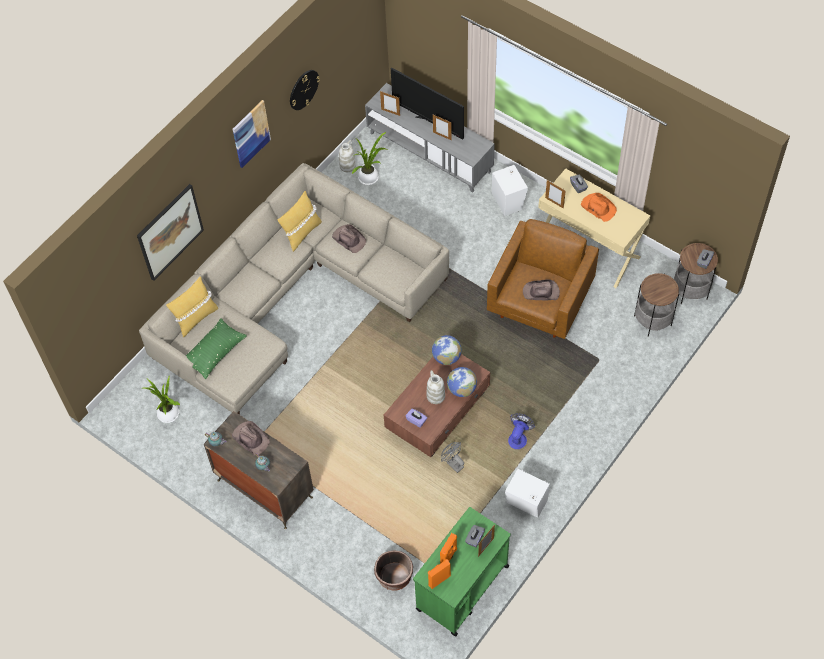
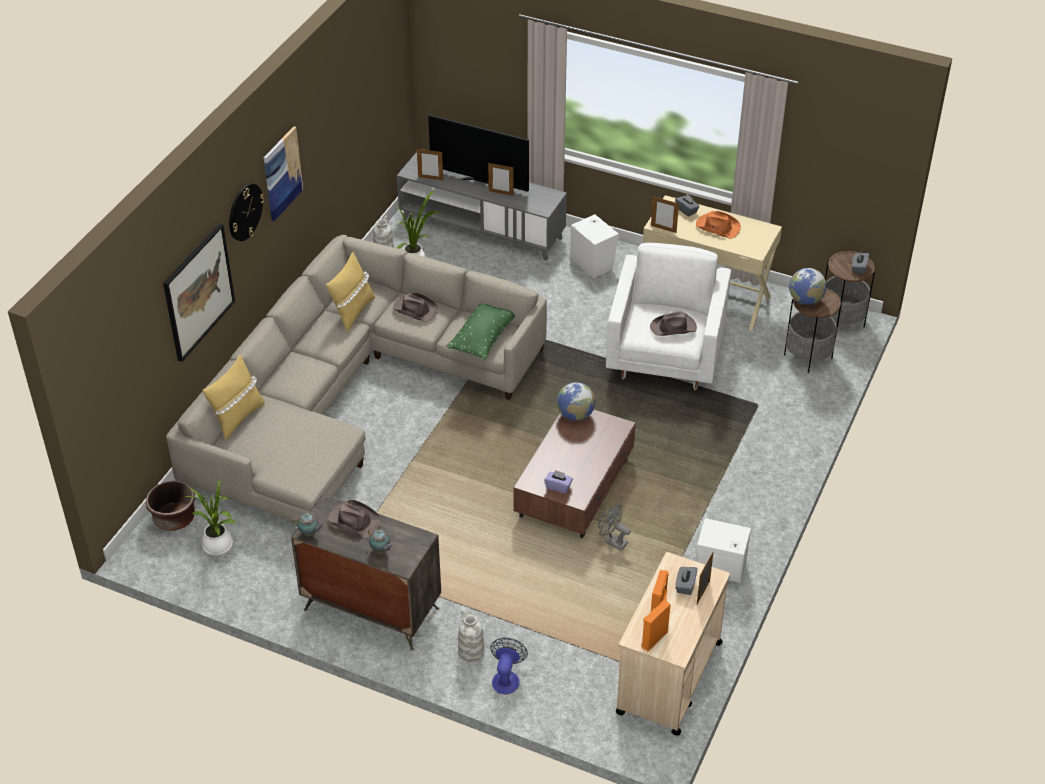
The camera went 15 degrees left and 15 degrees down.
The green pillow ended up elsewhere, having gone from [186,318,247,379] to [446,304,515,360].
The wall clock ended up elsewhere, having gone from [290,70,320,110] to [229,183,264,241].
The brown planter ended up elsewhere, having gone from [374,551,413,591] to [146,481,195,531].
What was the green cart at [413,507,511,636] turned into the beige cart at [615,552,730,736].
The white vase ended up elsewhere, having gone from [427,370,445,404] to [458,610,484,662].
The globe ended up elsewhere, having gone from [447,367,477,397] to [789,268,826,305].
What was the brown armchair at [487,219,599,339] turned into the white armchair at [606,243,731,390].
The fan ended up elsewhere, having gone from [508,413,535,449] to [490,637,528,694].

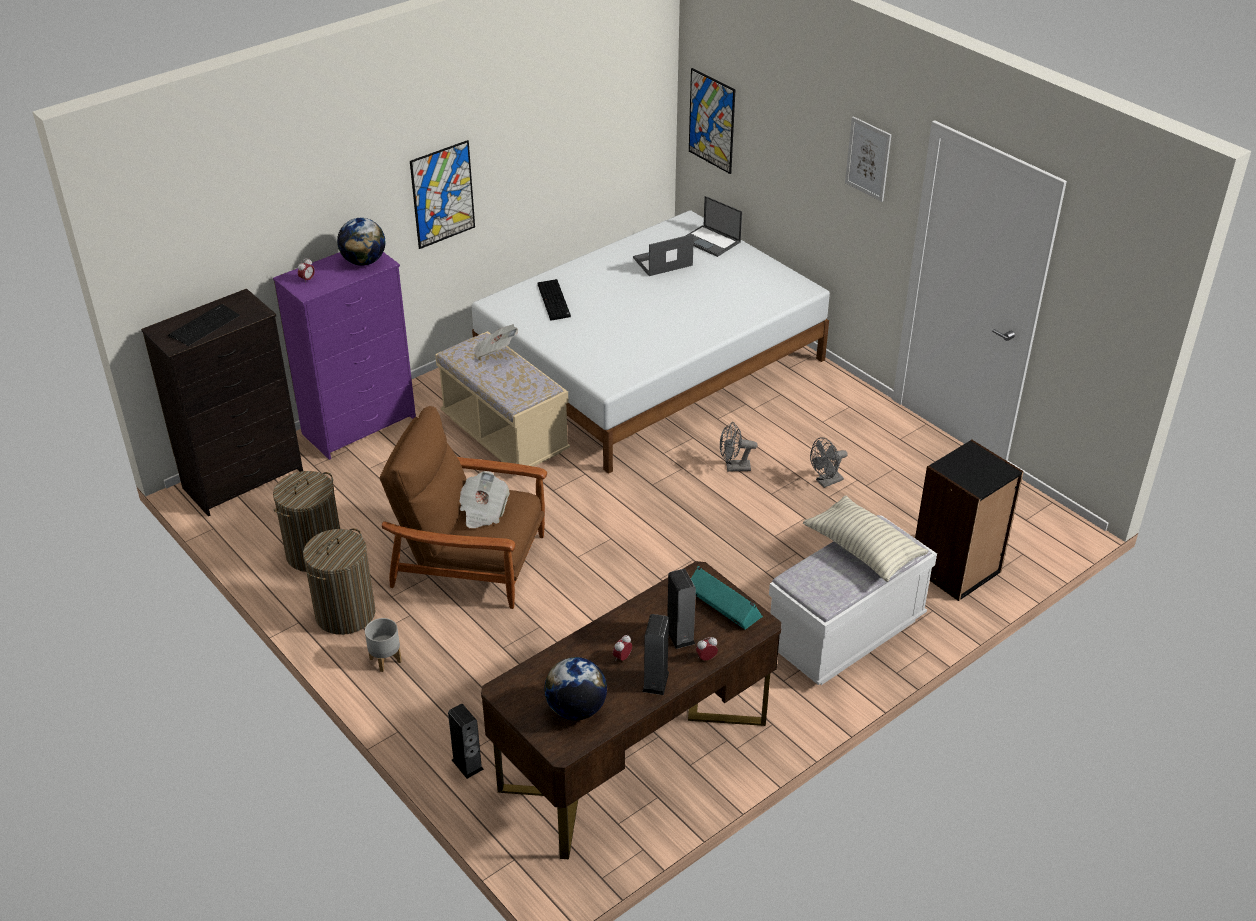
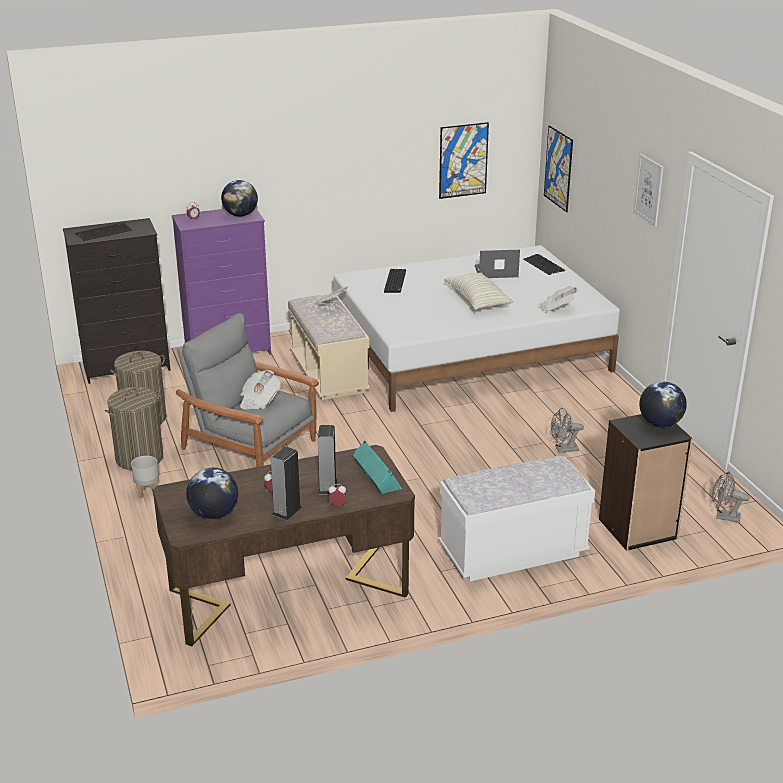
The camera went 20 degrees right and 10 degrees down.
What was the brown armchair at [380,406,547,609] turned into the grey armchair at [176,313,319,467].
The picture ended up elsewhere, having gone from [410,140,475,249] to [439,122,489,199].
The second view lost the speaker at [448,704,484,779].
Where the laptop stood at [686,196,742,257], the keyboard came to stand at [523,254,565,275].
The grey fan ended up elsewhere, having gone from [720,422,758,472] to [712,472,750,523].
The pillow ended up elsewhere, having gone from [803,496,929,582] to [444,273,513,310].
The second view gained the newspaper at [537,286,579,312].
The second view gained the globe at [639,381,687,427].

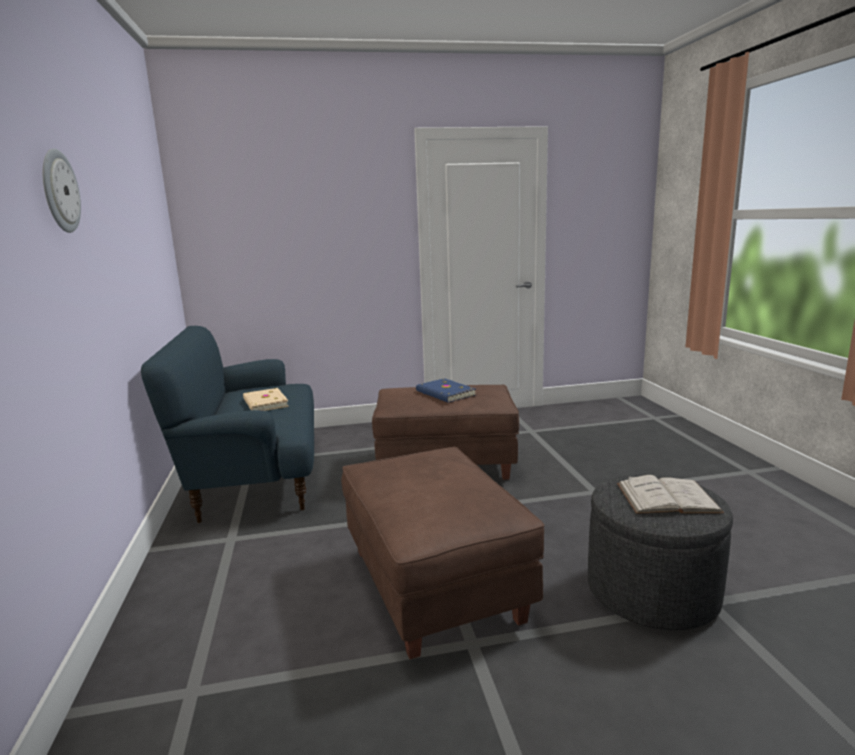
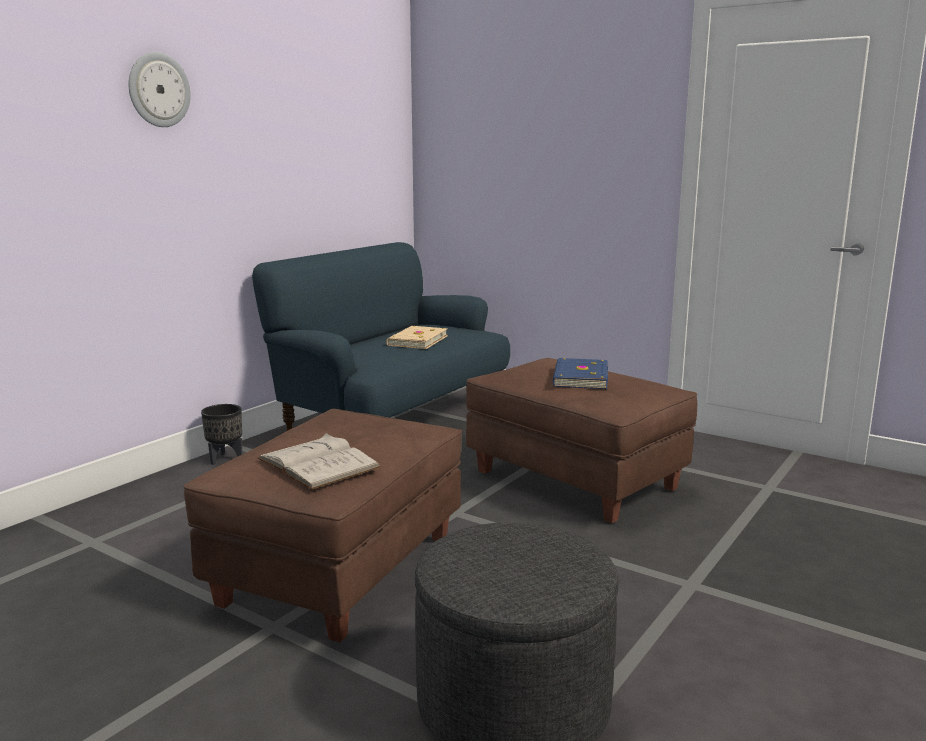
The camera went 45 degrees right and 0 degrees up.
The white book ended up elsewhere, having gone from [617,475,724,514] to [257,433,381,489].
The second view gained the black planter at [201,404,242,465].

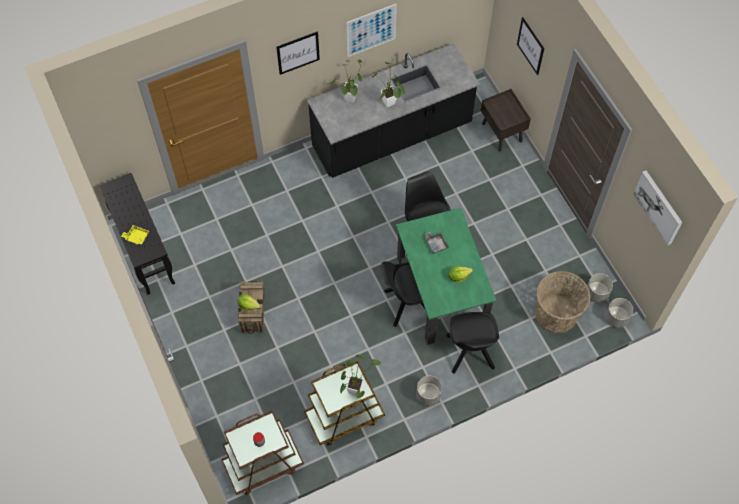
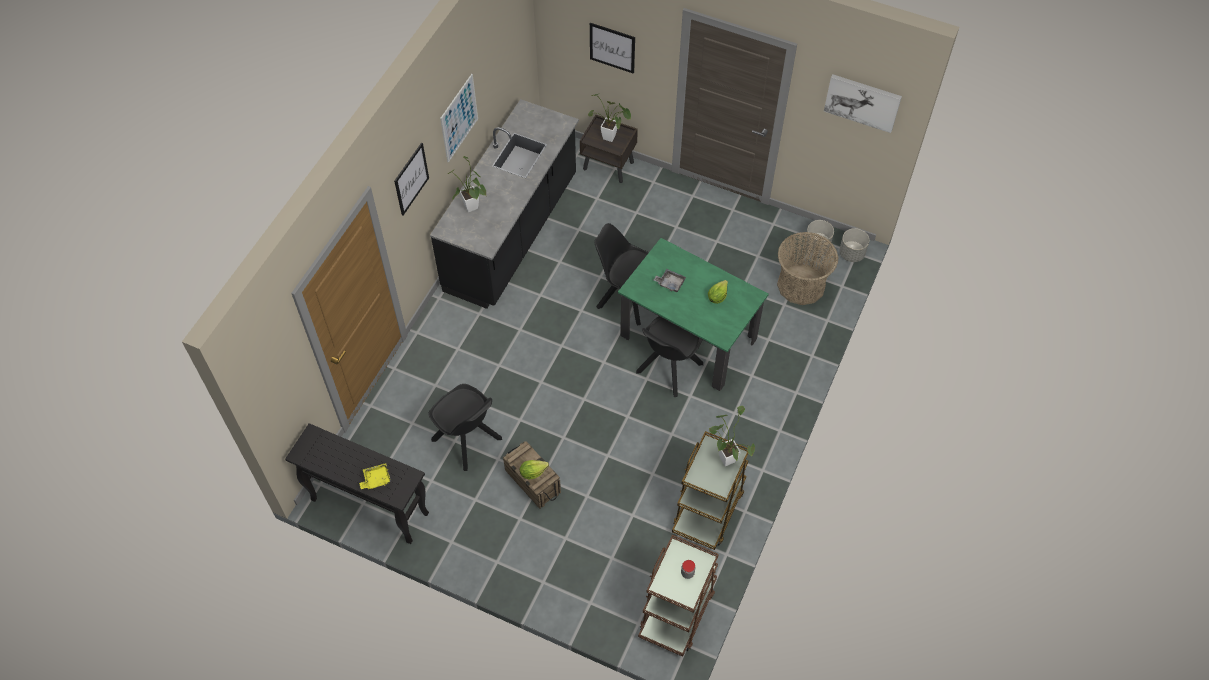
The camera went 40 degrees left and 5 degrees down.
The potted plant ended up elsewhere, having gone from [372,62,405,108] to [588,94,631,142].
The second view lost the grey planter at [416,376,442,406].
The black chair ended up elsewhere, having gone from [446,312,499,374] to [428,384,502,471].

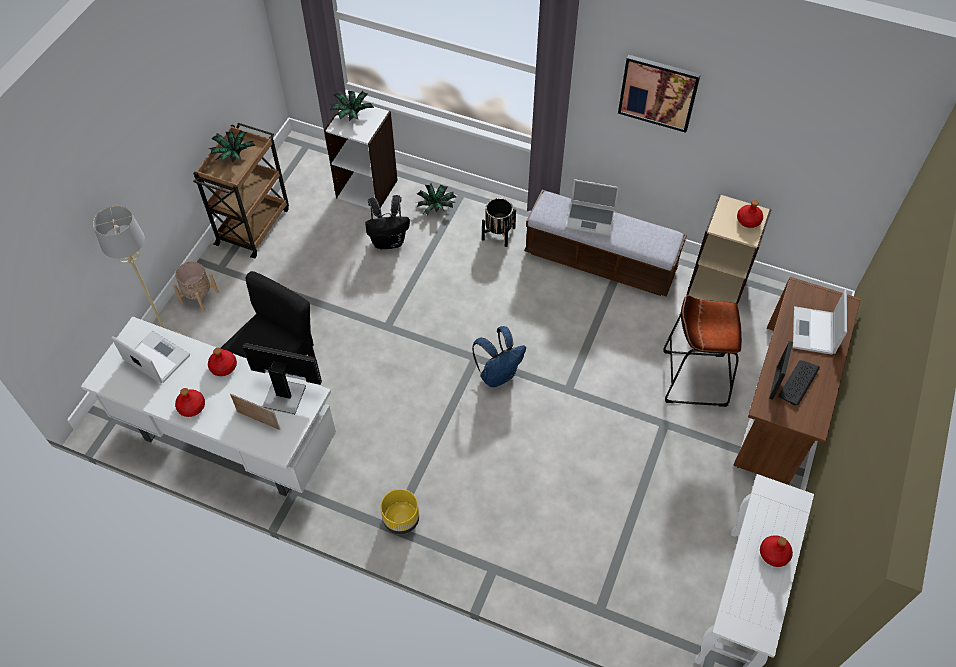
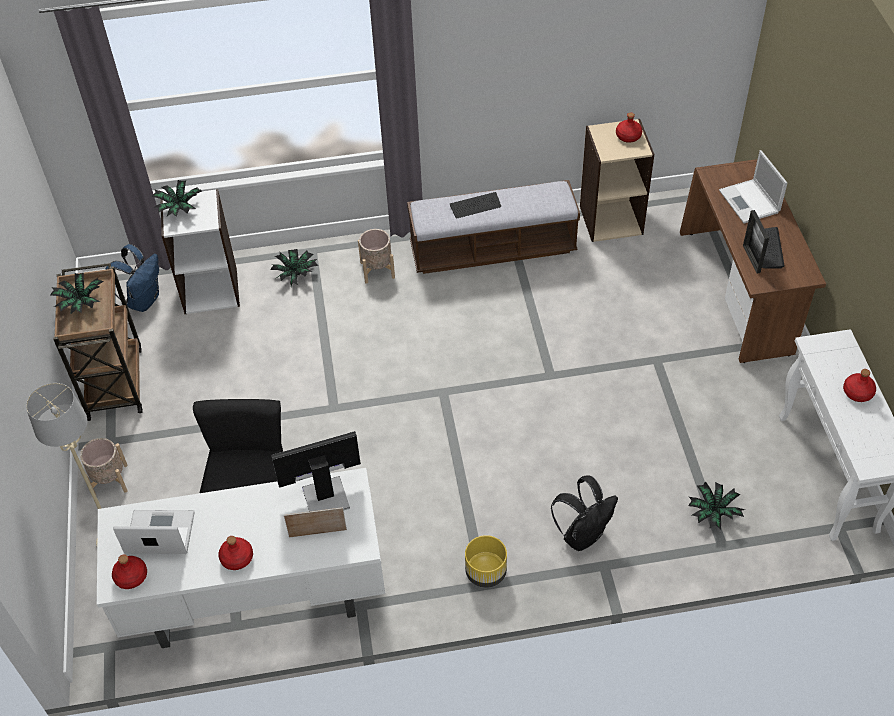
The camera went 30 degrees left and 5 degrees down.
The red bottle ended up elsewhere, having gone from [208,348,237,376] to [112,554,147,589].
The black backpack ended up elsewhere, having gone from [365,195,410,249] to [551,475,618,551].
The blue backpack ended up elsewhere, having gone from [472,326,526,387] to [105,244,159,312].
What was the black planter at [482,198,516,247] turned into the beige planter at [358,229,395,284].
Where the laptop stood at [565,179,619,236], the keyboard came to stand at [450,192,501,219].
The second view lost the picture at [618,55,701,133].
The second view lost the brown stool at [663,295,742,407].
The second view gained the potted plant at [688,481,745,529].

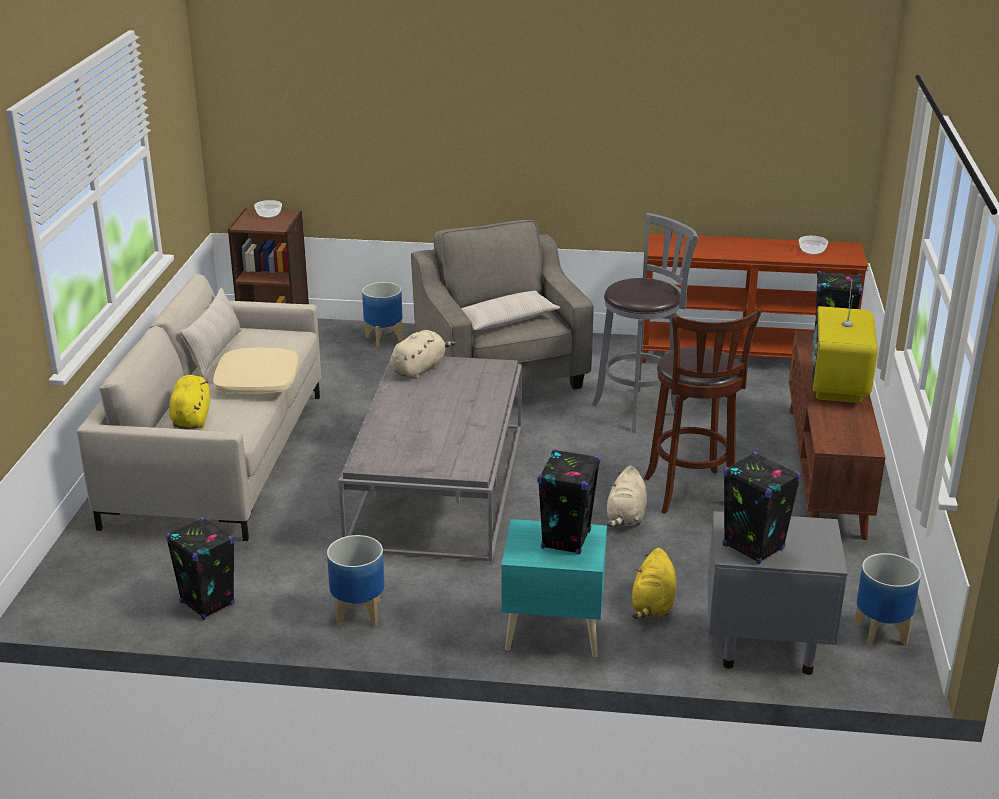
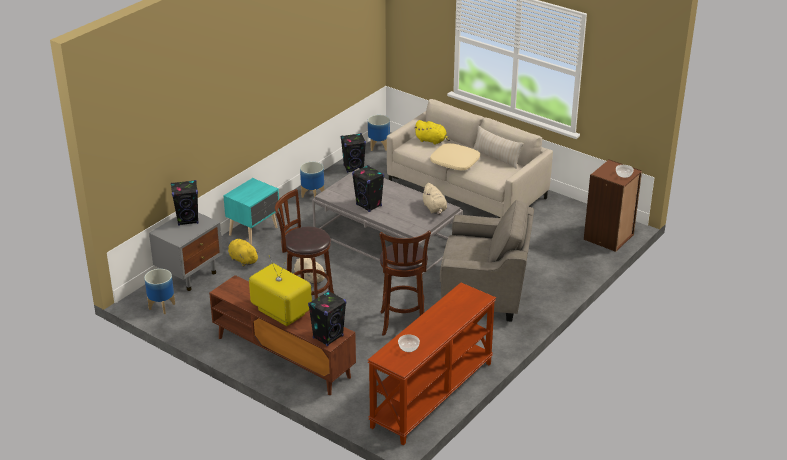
The camera went 120 degrees right and 5 degrees up.
The planter ended up elsewhere, having gone from [362,282,403,348] to [368,115,390,151].
The second view lost the beige pillow at [461,290,560,330].
The black speaker ended up elsewhere, having gone from [537,449,600,555] to [352,165,384,212].
What was the grey stool at [592,213,698,433] turned into the brown stool at [379,230,431,336].

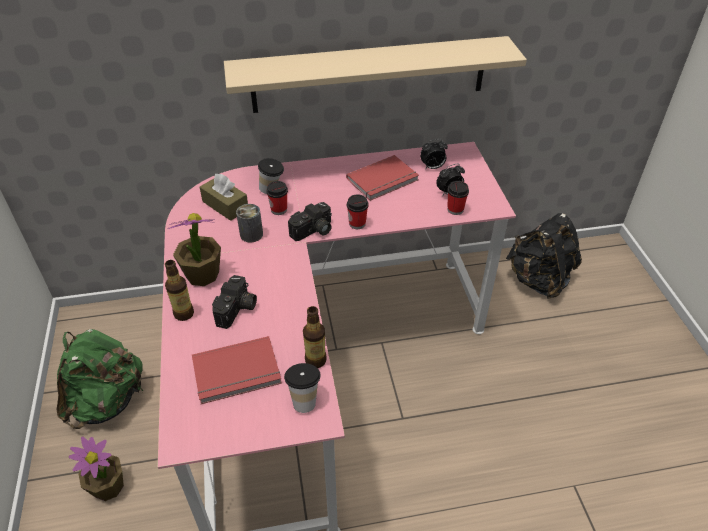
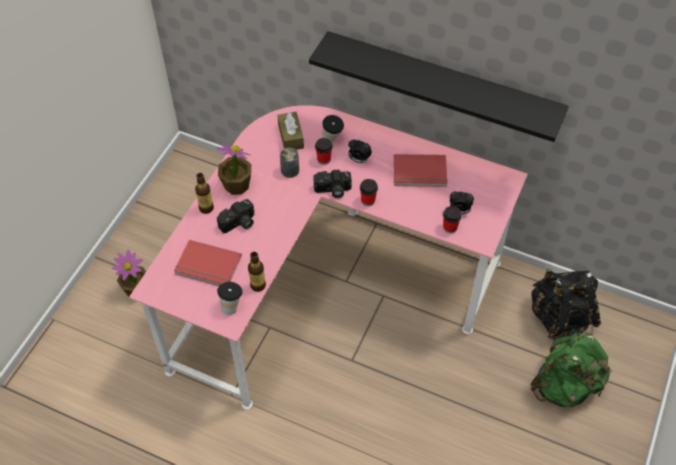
The camera went 35 degrees right and 10 degrees up.
The green backpack ended up elsewhere, having gone from [57,329,144,429] to [531,332,612,407].
What was the beige shelf at [224,36,527,113] turned into the black shelf at [309,31,569,142].
The alarm clock ended up elsewhere, having gone from [420,139,448,169] to [348,139,372,163].

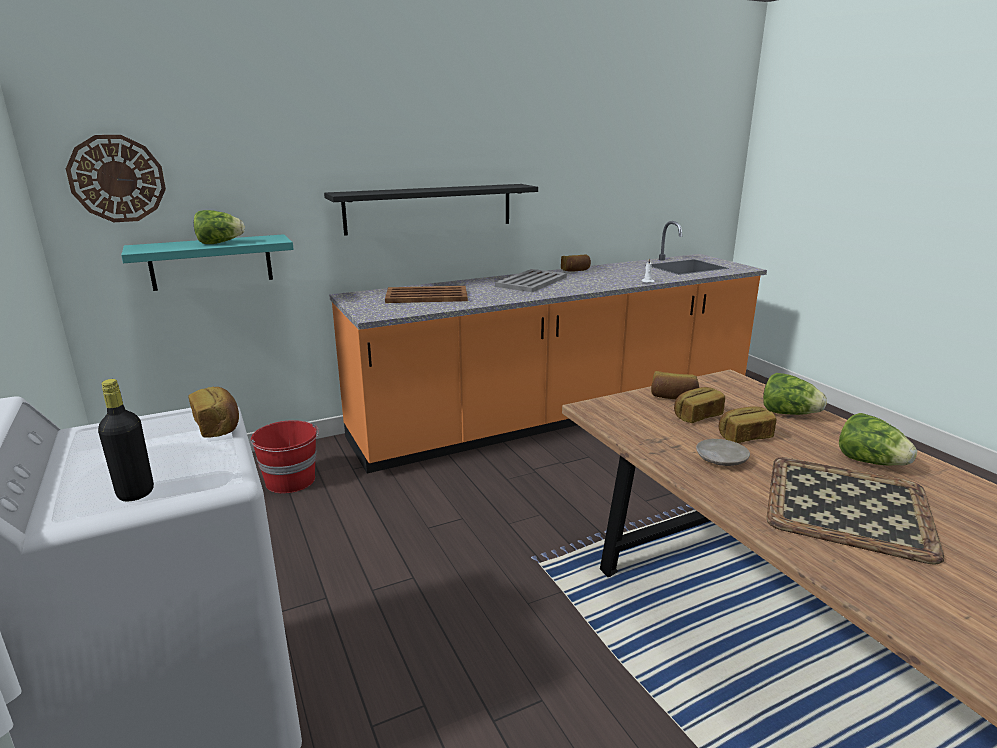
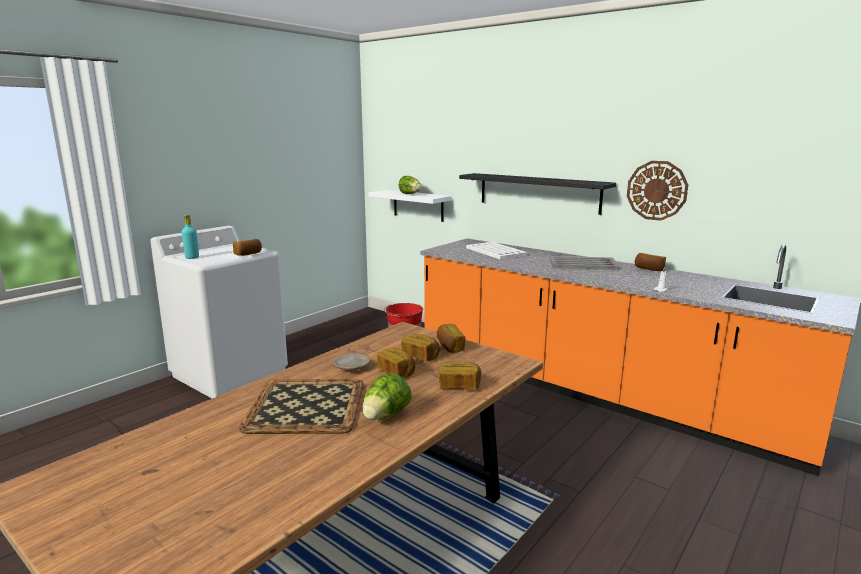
The camera went 65 degrees right and 5 degrees down.
The wall clock ended up elsewhere, having gone from [66,135,166,222] to [627,161,688,221].
What was the black bottle at [98,379,154,501] turned into the turquoise bottle at [182,215,199,259].
What was the turquoise shelf at [121,234,294,291] turned into the white shelf at [368,190,452,222].
What was the brown tray at [385,286,468,303] turned into the white tray at [466,242,527,259].
Where the lettuce stood at [763,373,827,415], the bread came to stand at [438,361,481,390].

